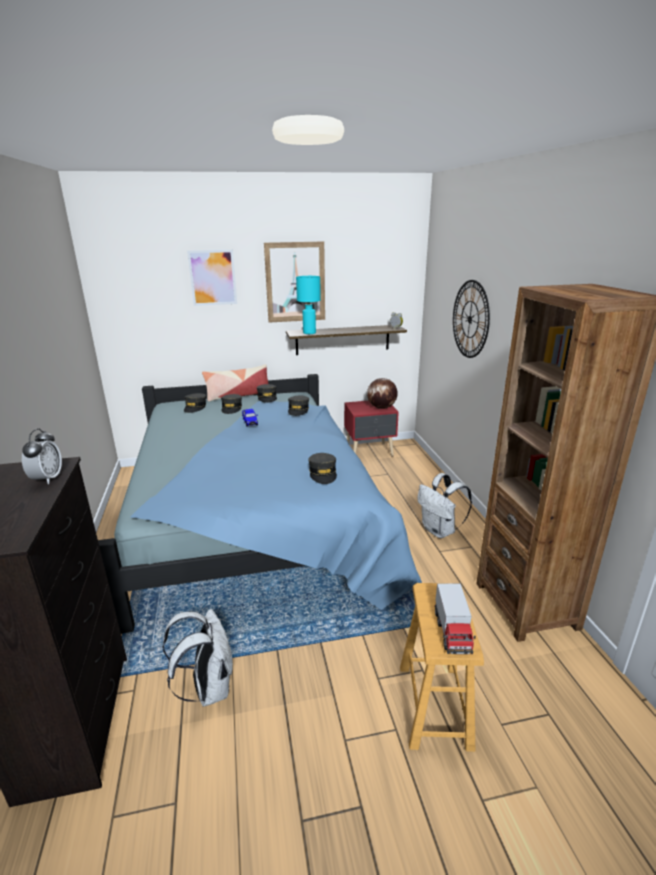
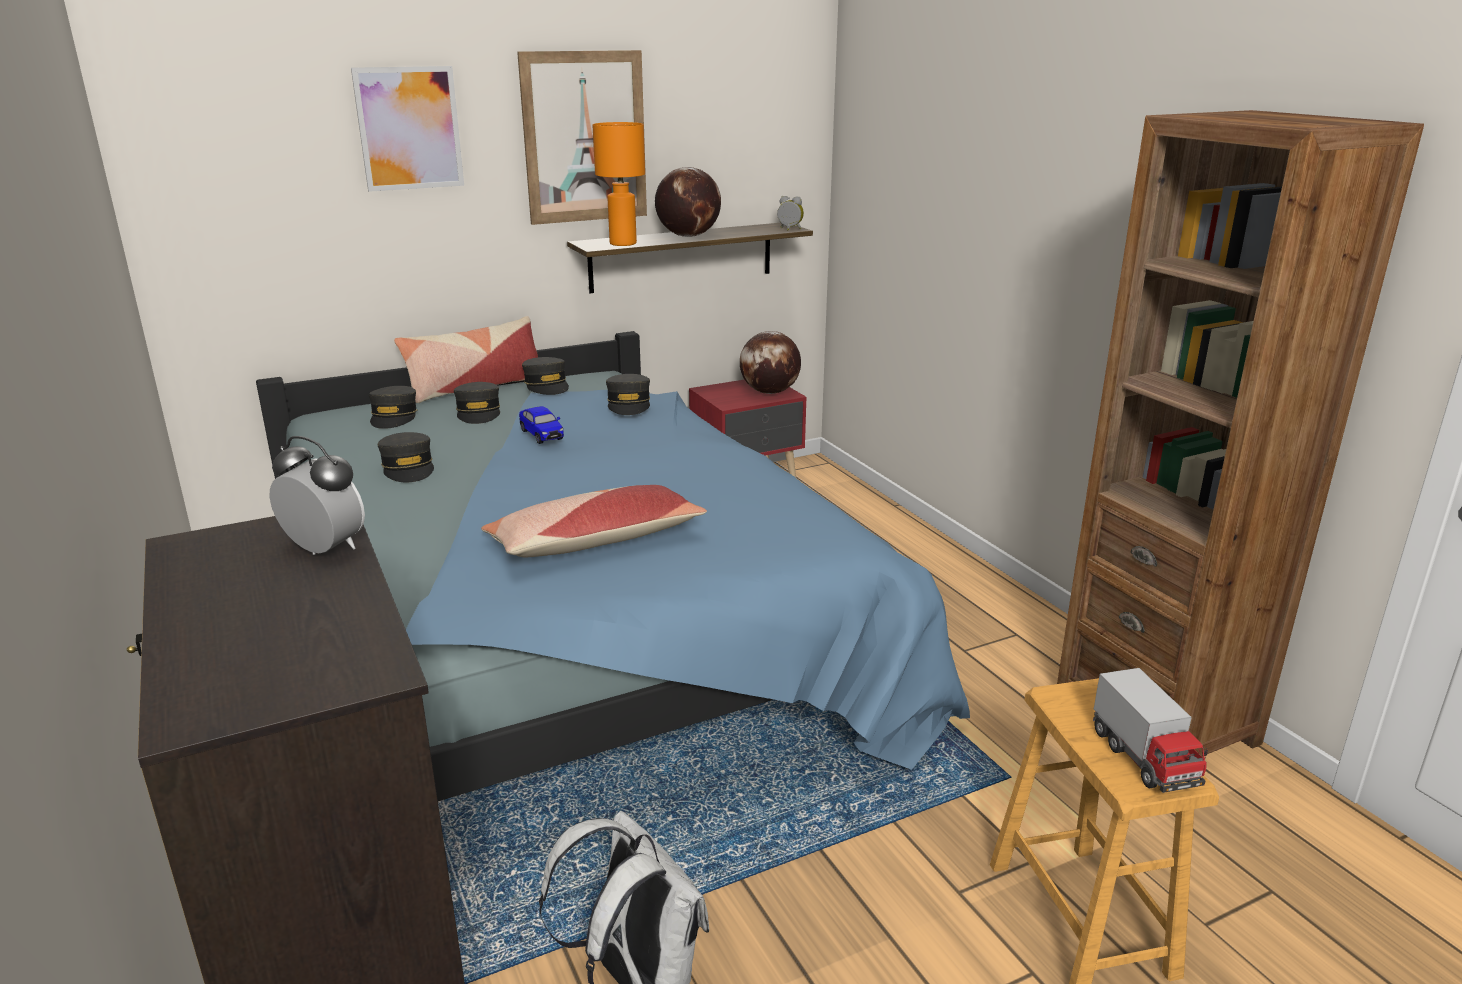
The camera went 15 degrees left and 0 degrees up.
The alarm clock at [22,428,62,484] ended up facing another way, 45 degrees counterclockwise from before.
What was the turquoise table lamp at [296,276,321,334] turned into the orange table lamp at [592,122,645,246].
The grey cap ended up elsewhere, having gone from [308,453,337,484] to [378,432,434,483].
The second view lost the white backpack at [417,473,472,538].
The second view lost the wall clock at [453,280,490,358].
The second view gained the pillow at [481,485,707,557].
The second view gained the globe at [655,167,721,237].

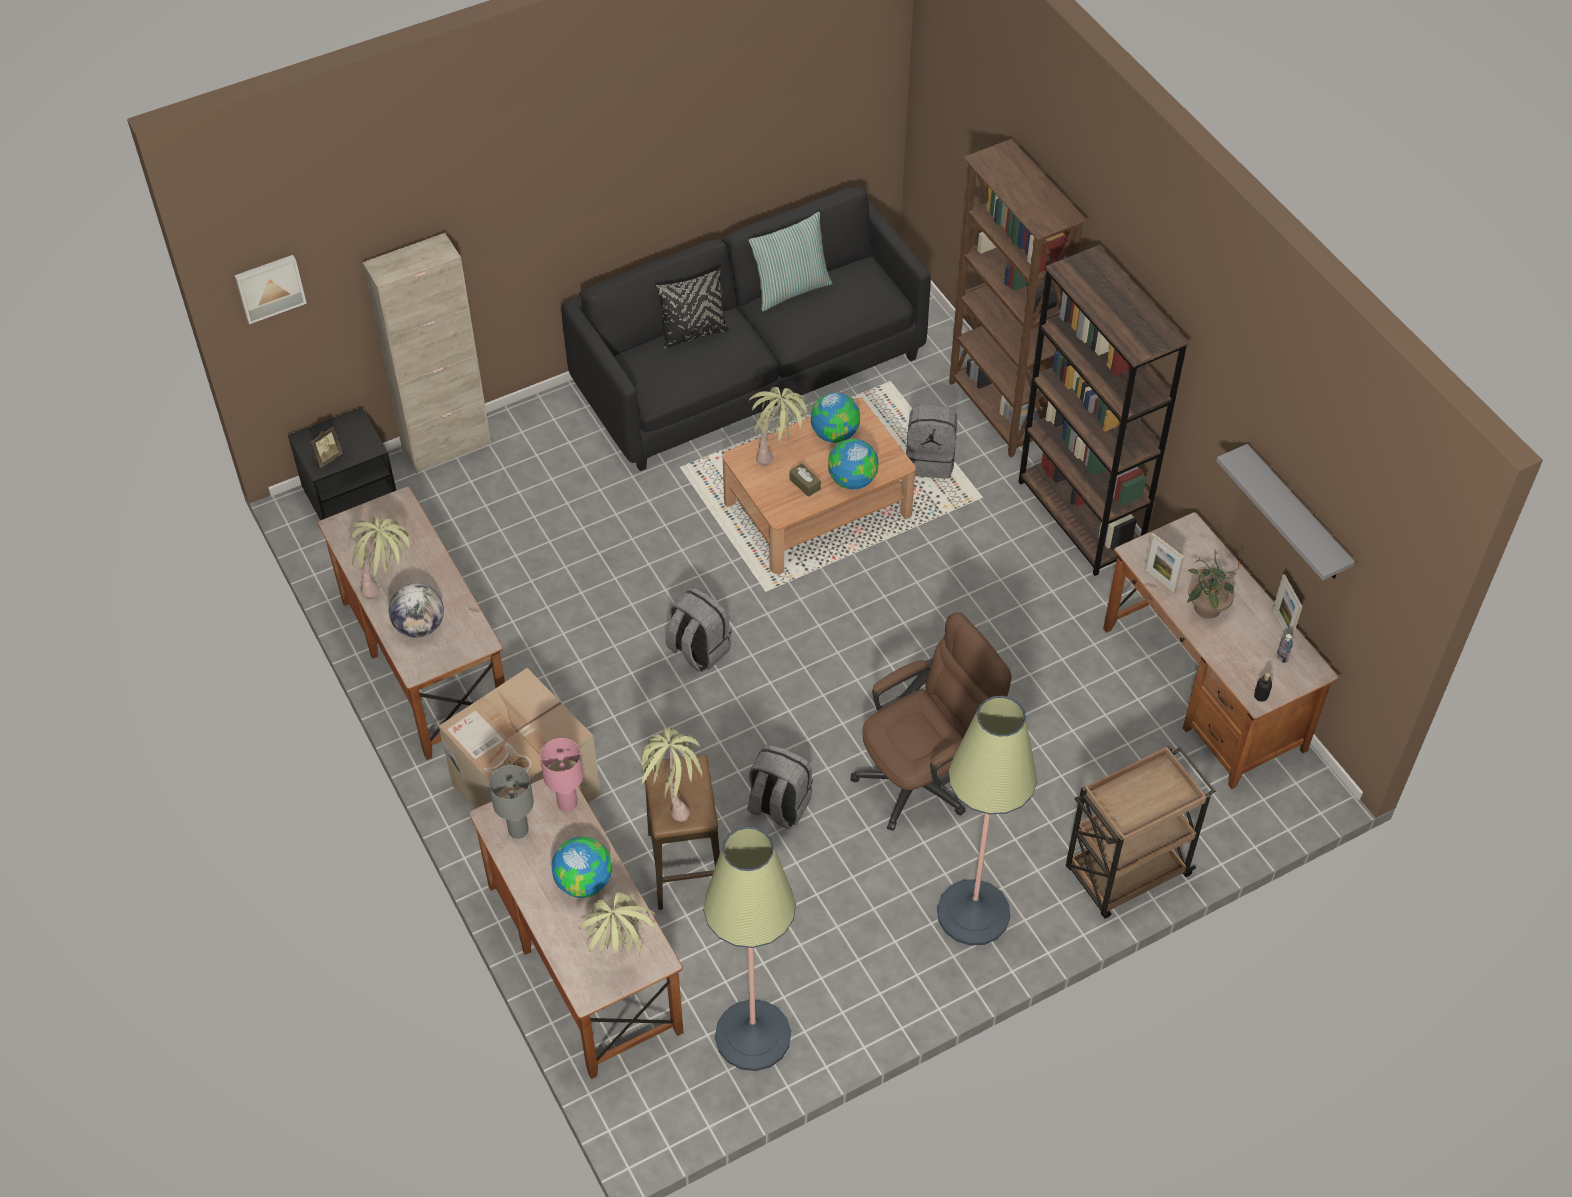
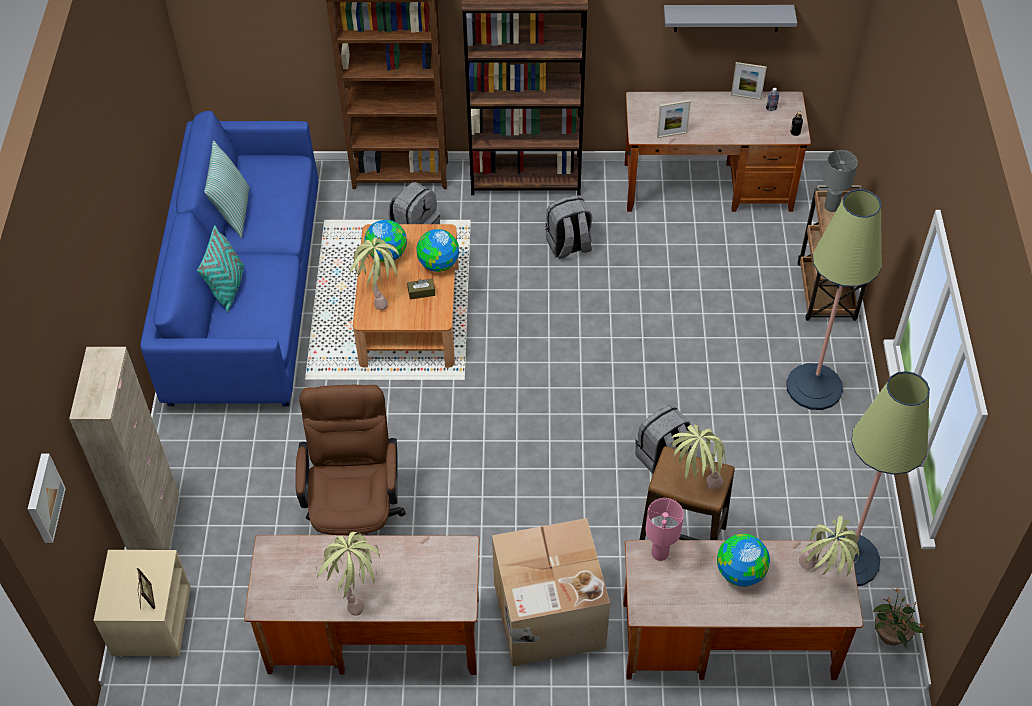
The camera went 60 degrees left and 0 degrees up.
What was the black nightstand at [288,407,396,520] turned into the beige nightstand at [93,550,191,657].
The second view lost the globe at [389,583,444,638].
The grey table lamp ended up elsewhere, having gone from [489,765,534,839] to [823,150,858,212].
What was the black sofa at [561,187,931,471] turned into the blue sofa at [140,111,318,407].
What was the black pillow at [655,269,729,348] turned into the turquoise pillow at [197,225,244,313].
The grey backpack ended up elsewhere, having gone from [666,587,732,672] to [545,195,592,259].
The brown office chair ended up elsewhere, having gone from [850,612,1012,831] to [295,385,406,535].
The potted plant ended up elsewhere, having gone from [1187,549,1243,619] to [873,587,925,648].

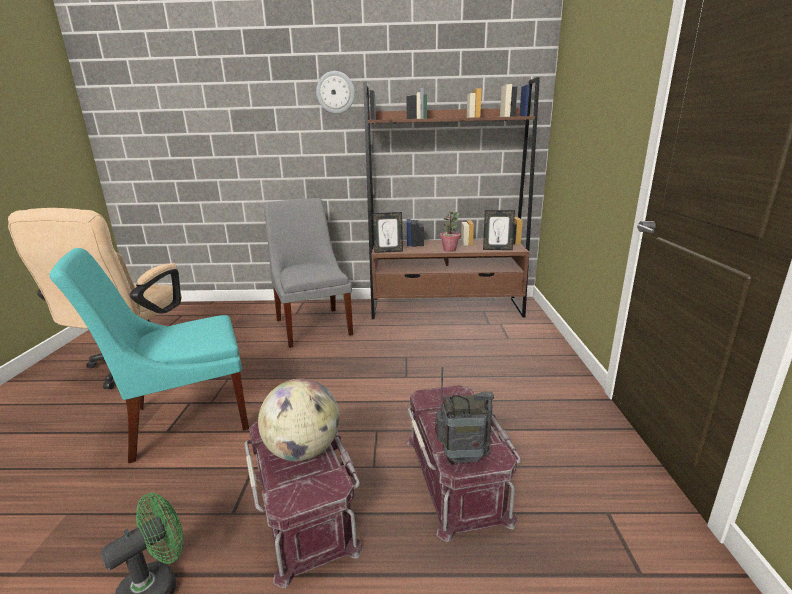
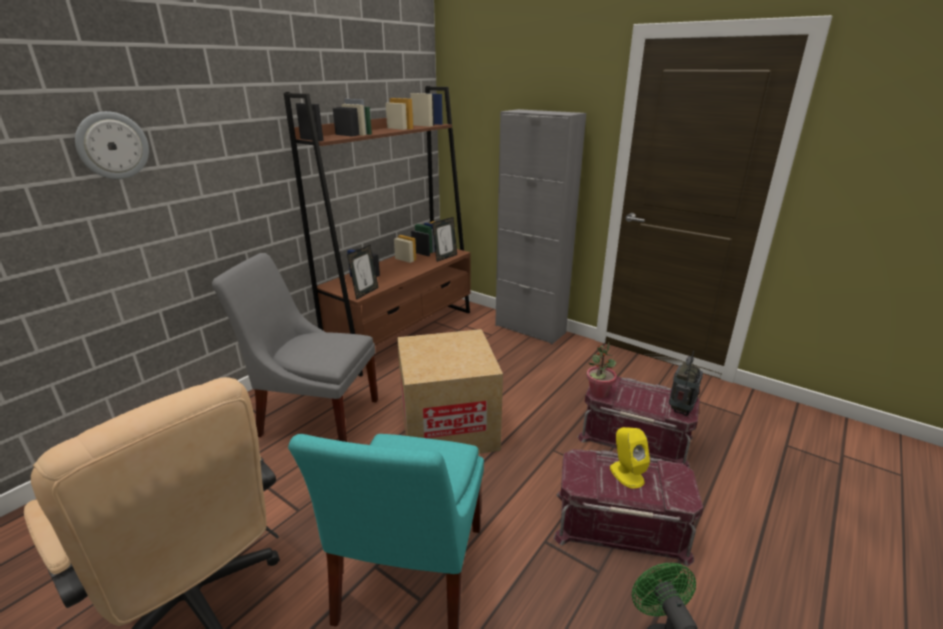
The camera went 55 degrees left and 5 degrees up.
Where the globe stood at [258,379,340,461], the yellow speaker came to stand at [610,427,650,489].
The wall clock ended up elsewhere, having gone from [316,71,355,114] to [75,111,149,179].
The potted plant ended up elsewhere, having gone from [440,211,460,252] to [586,342,617,398].
The second view gained the cardboard box at [397,329,503,454].
The second view gained the grey cabinet at [495,109,586,344].

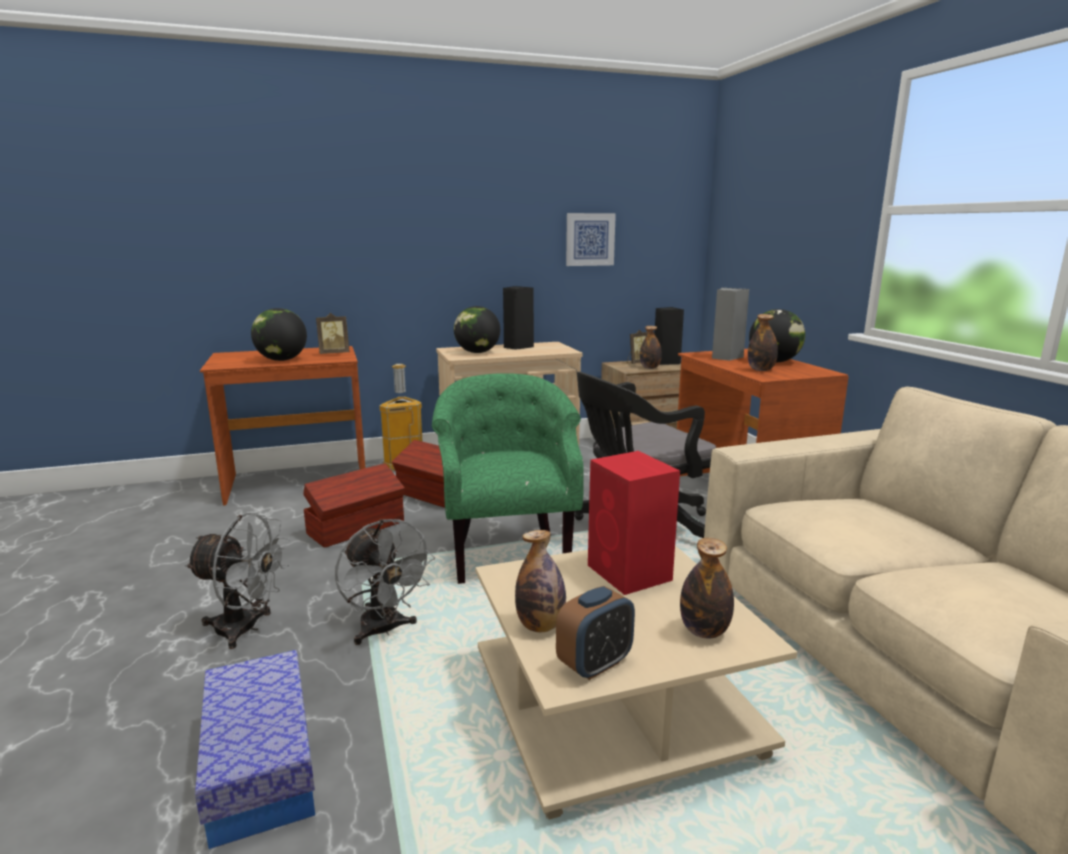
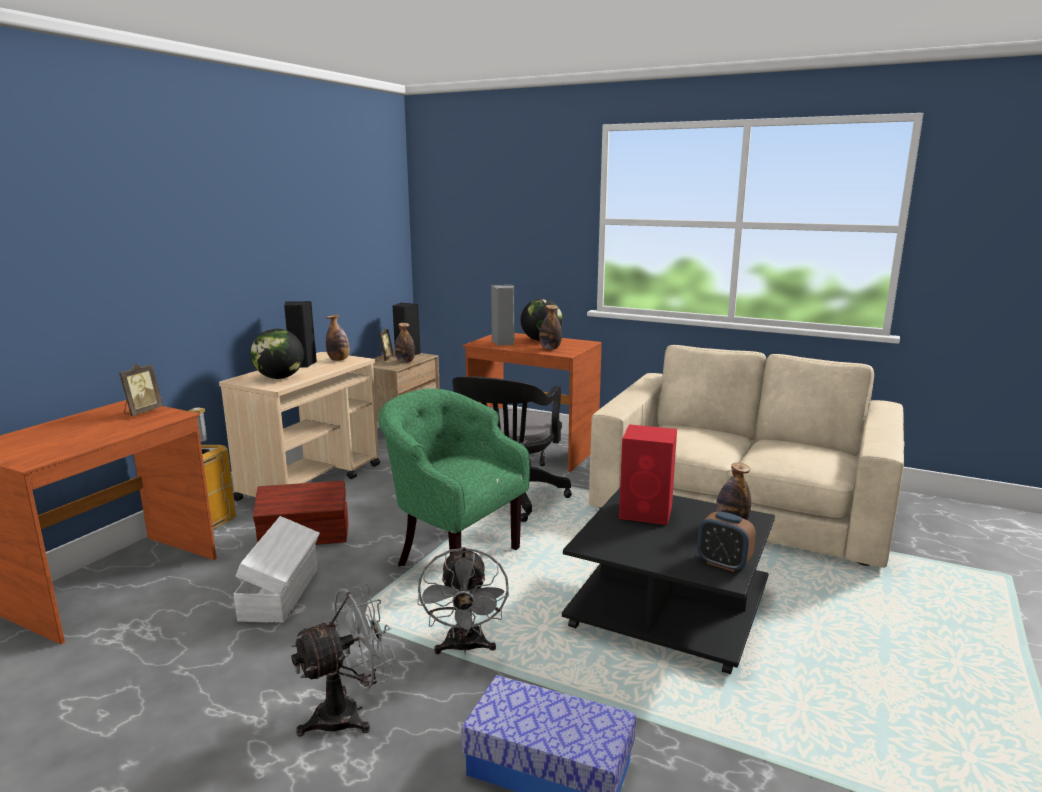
The camera went 45 degrees left and 0 degrees up.
The second view lost the globe at [251,308,307,361].
What was the brown storage box at [303,463,405,548] turned into the white storage box at [234,516,320,623].
The grey fan at [335,519,435,645] ended up facing another way, 75 degrees clockwise from before.
What was the beige coffee table at [475,545,797,820] turned into the black coffee table at [562,488,775,674].
The bottle ended up elsewhere, having gone from [515,530,566,632] to [326,314,350,361].
The alarm clock at [556,586,635,680] ended up facing another way, 120 degrees clockwise from before.
The second view lost the picture at [566,213,616,266].

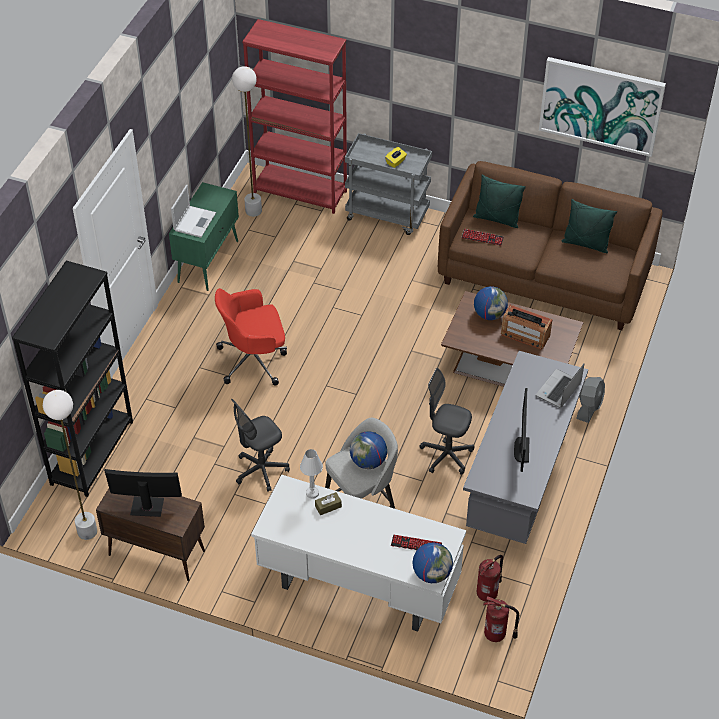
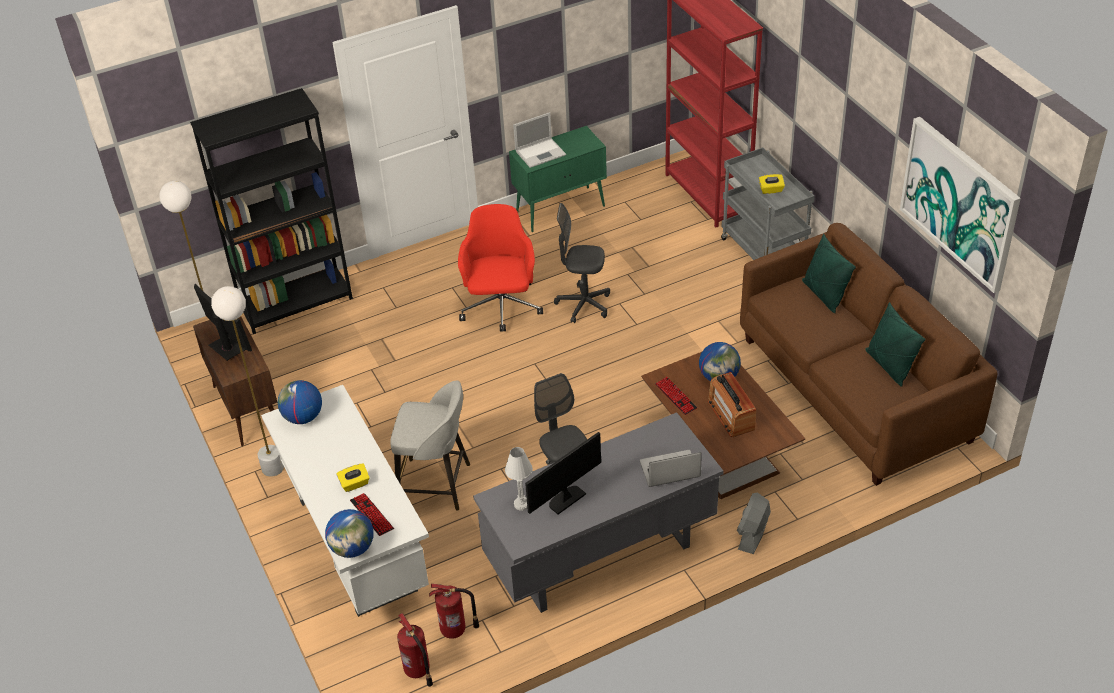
The camera went 45 degrees right and 5 degrees down.
The red office chair at [215,288,287,385] ended up facing another way, 60 degrees clockwise from before.
The grey office chair ended up elsewhere, having gone from [231,399,290,492] to [554,203,610,323].
The white floor lamp ended up elsewhere, having gone from [232,66,262,217] to [211,286,284,477].
The white table lamp ended up elsewhere, having gone from [300,449,323,499] to [505,447,533,511].
The second view lost the brown tissue box at [315,492,342,515].
The globe ended up elsewhere, having gone from [350,431,387,469] to [277,380,322,424].
The keyboard ended up elsewhere, having gone from [462,229,504,246] to [655,377,698,415].
The grey fan at [576,377,605,423] ended up facing another way, 135 degrees clockwise from before.
The second view gained the yellow tissue box at [336,464,370,492].

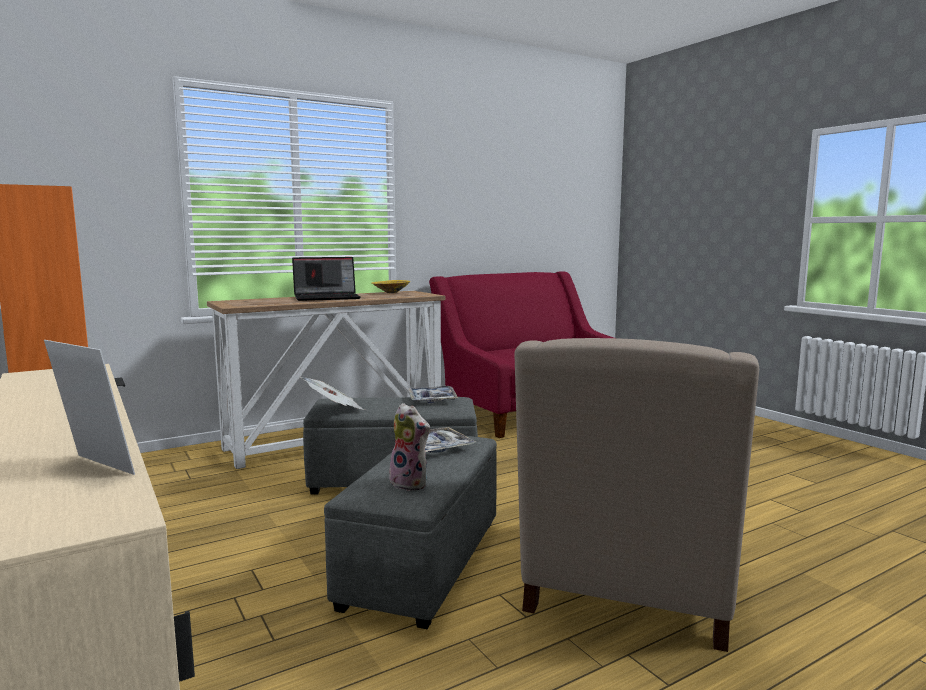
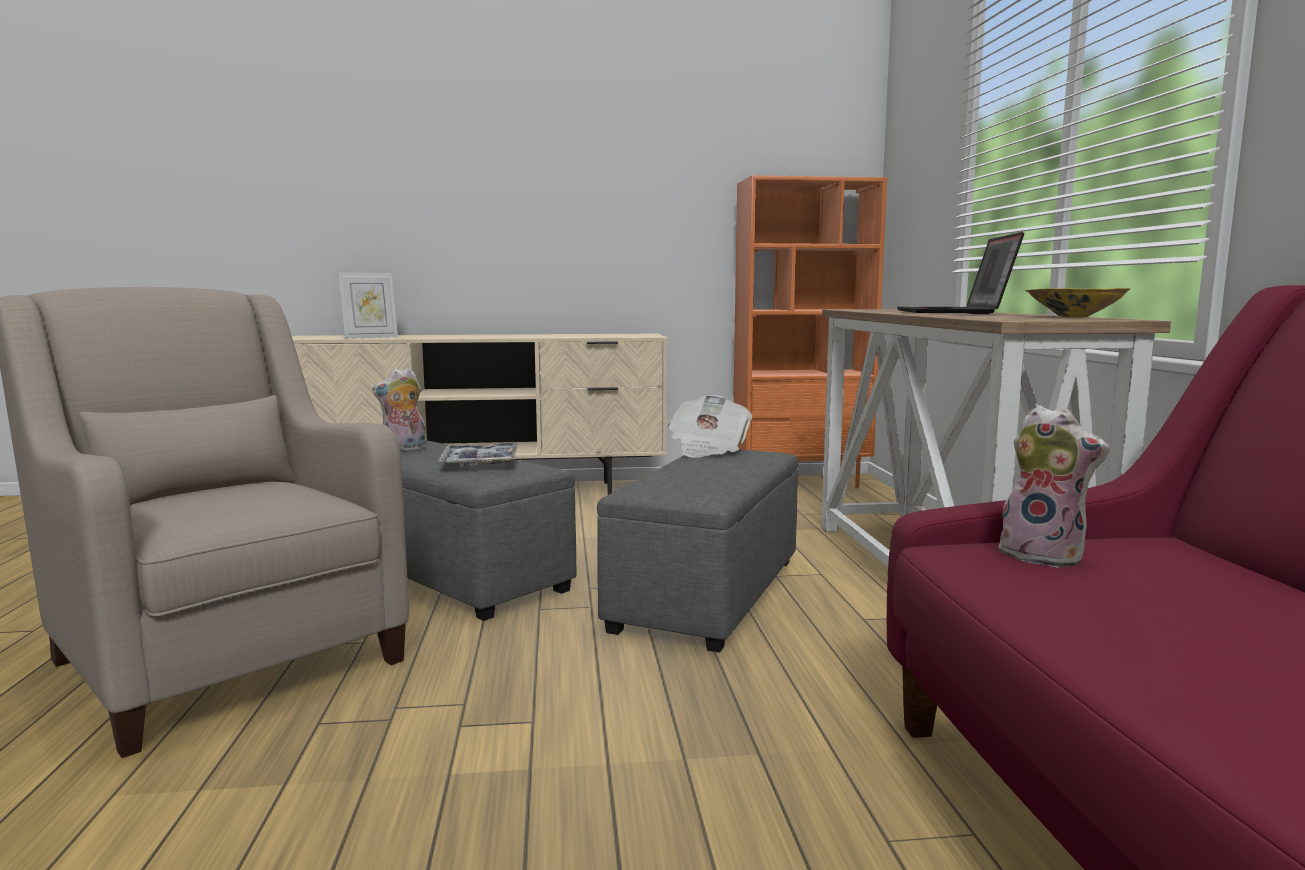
The camera went 115 degrees right and 0 degrees up.
The second view lost the tray at [409,386,458,403].
The second view gained the plush toy at [995,405,1109,568].

